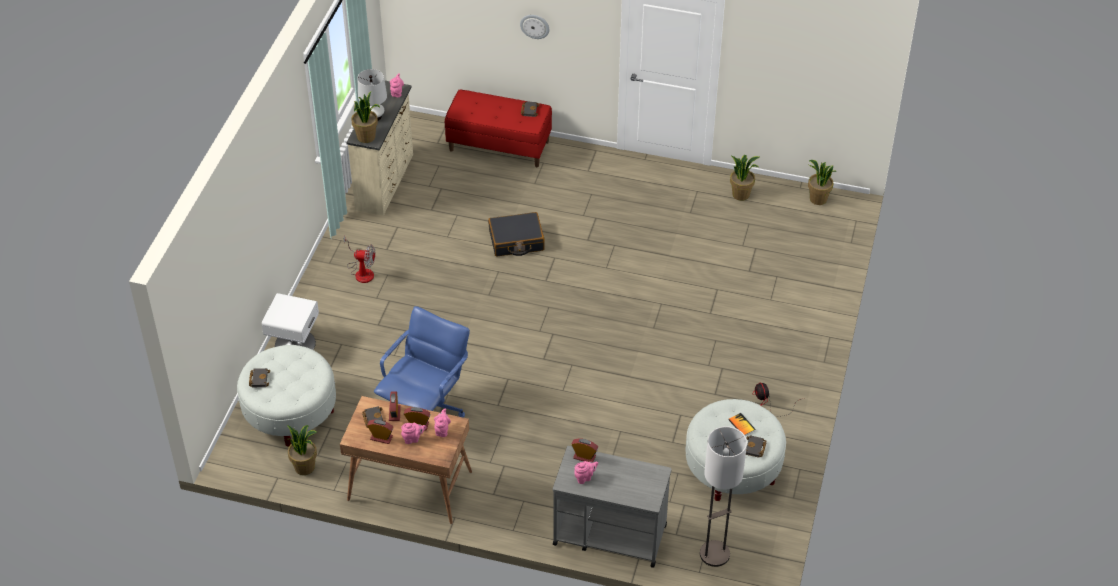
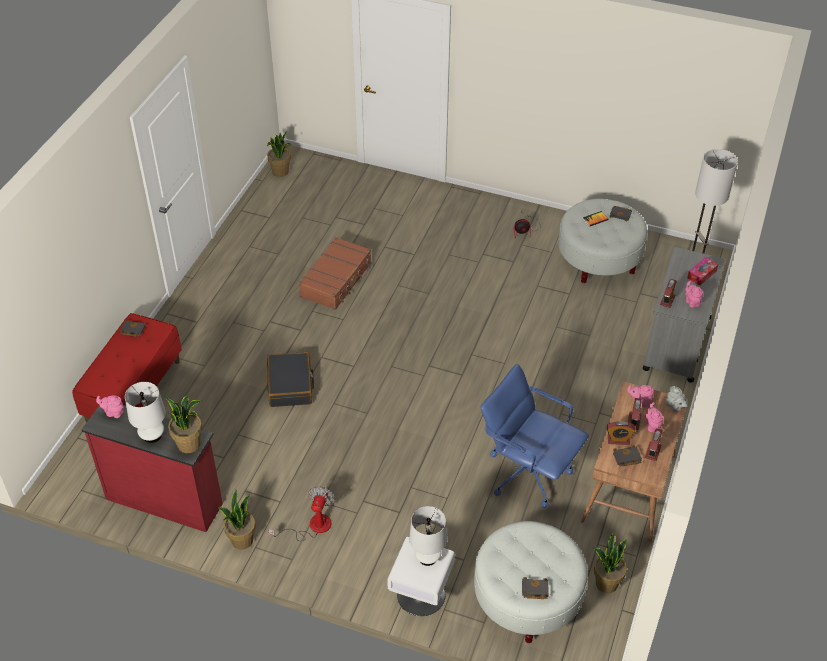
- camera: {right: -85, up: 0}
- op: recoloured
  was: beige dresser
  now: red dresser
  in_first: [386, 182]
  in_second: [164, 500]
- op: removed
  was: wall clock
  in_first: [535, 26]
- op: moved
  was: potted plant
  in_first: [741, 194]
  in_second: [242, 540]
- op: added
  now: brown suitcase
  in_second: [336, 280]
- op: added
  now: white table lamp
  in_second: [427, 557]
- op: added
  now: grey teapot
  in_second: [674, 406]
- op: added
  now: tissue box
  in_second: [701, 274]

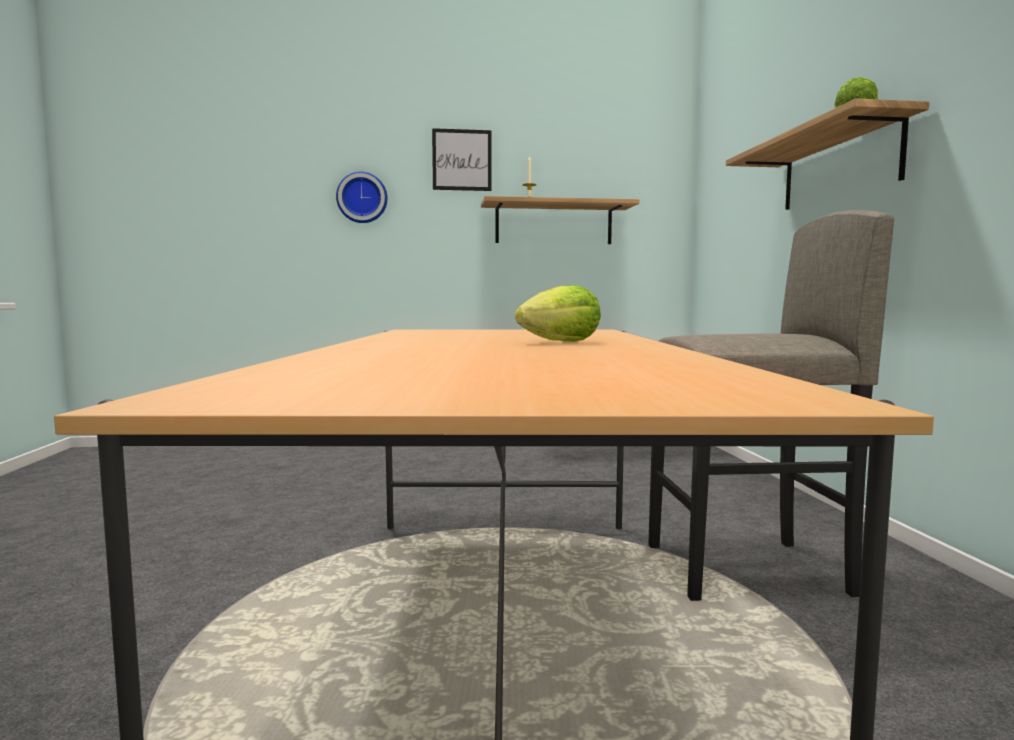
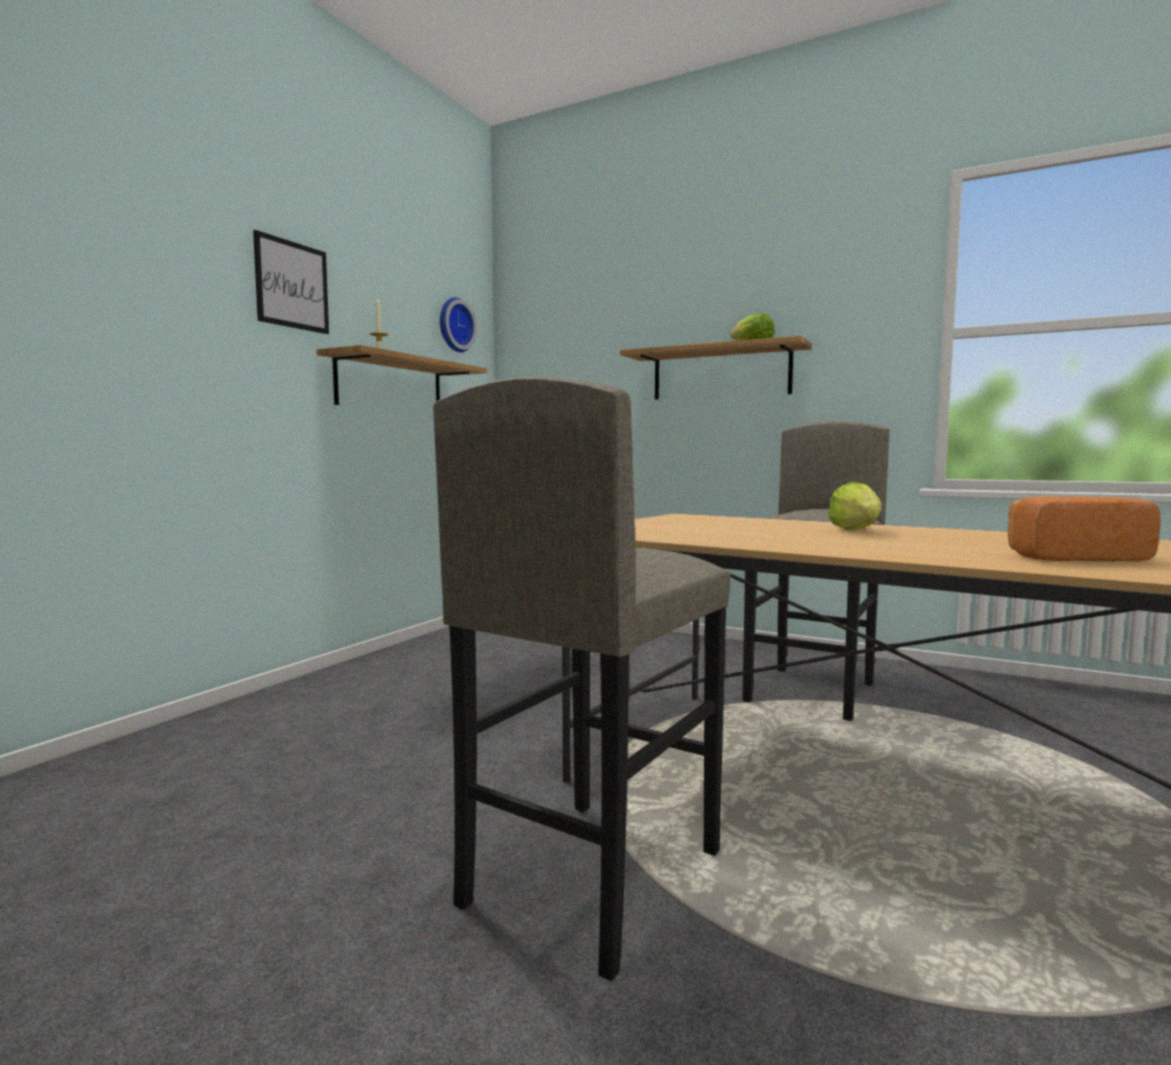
- camera: {right: -55, up: 0}
- op: moved
  was: wall clock
  in_first: [362, 198]
  in_second: [454, 325]
- op: added
  now: grey stool
  in_second: [591, 877]
- op: added
  now: bread
  in_second: [1072, 557]

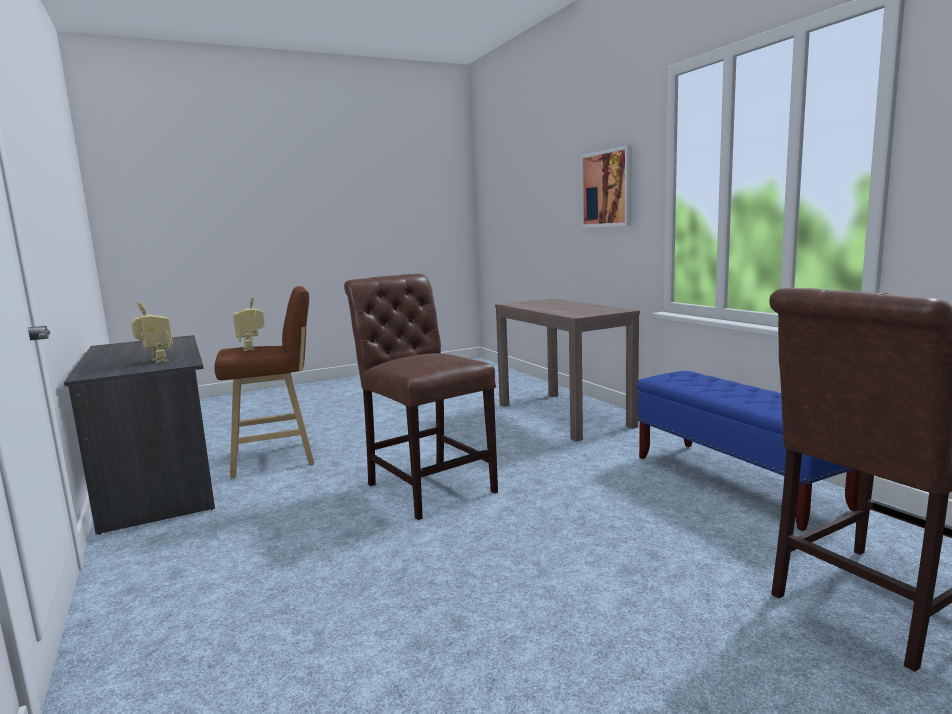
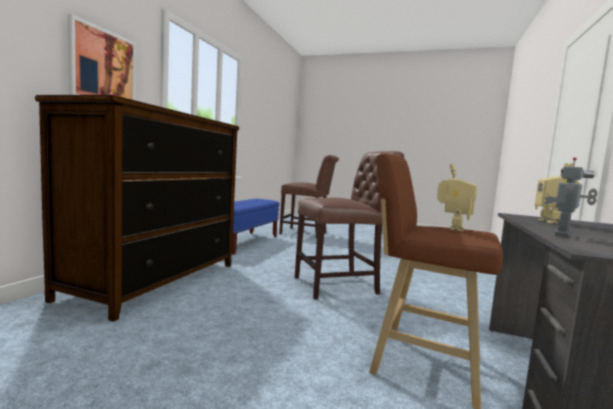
- camera: {right: -135, up: -5}
- op: turned
  was: brown chair
  in_first: [427, 485]
  in_second: [340, 285]
  clockwise: -120
- op: replaced
  was: brown console table
  now: dresser
  in_first: [564, 415]
  in_second: [155, 280]
- op: added
  now: toy robot
  in_second: [564, 235]

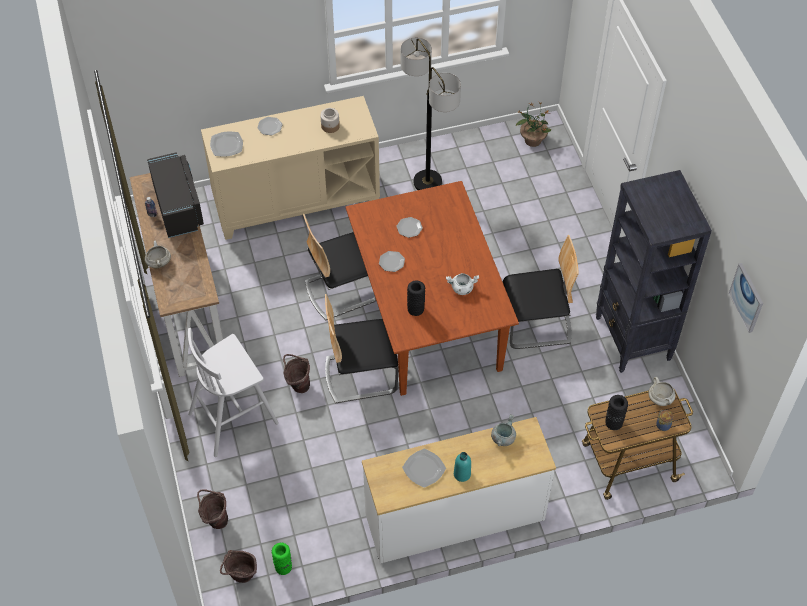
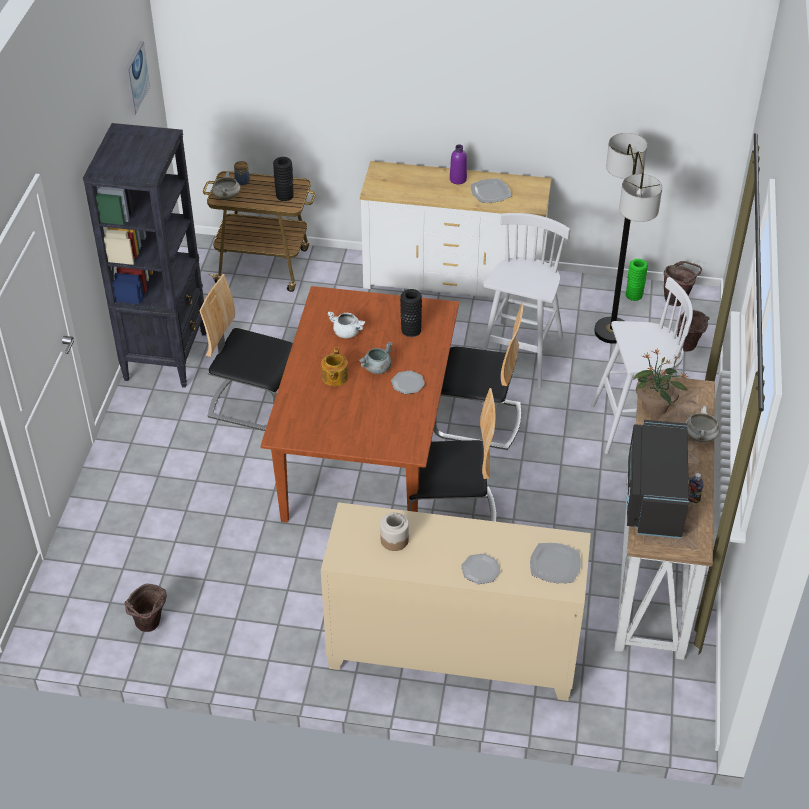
- camera: {right: -155, up: -10}
- op: moved
  was: brown bucket
  in_first: [298, 385]
  in_second: [150, 626]
- op: removed
  was: plate
  in_first: [409, 228]
- op: moved
  was: floor lamp
  in_first: [427, 182]
  in_second: [612, 331]
- op: recoloured
  was: turquoise bottle
  now: purple bottle
  in_first: [462, 474]
  in_second: [458, 179]
- op: moved
  was: grey cooking pot
  in_first: [503, 438]
  in_second: [377, 368]
- op: moved
  was: potted plant
  in_first: [532, 140]
  in_second: [655, 407]
- op: added
  now: teapot
  in_second: [334, 377]
- op: added
  now: white stool
  in_second: [520, 356]

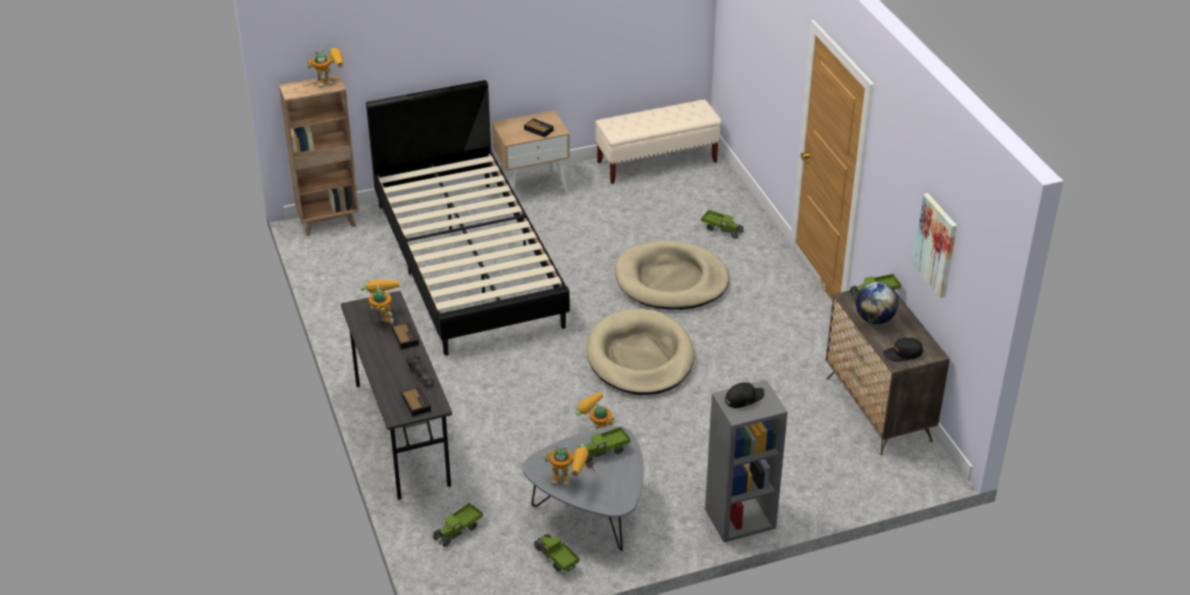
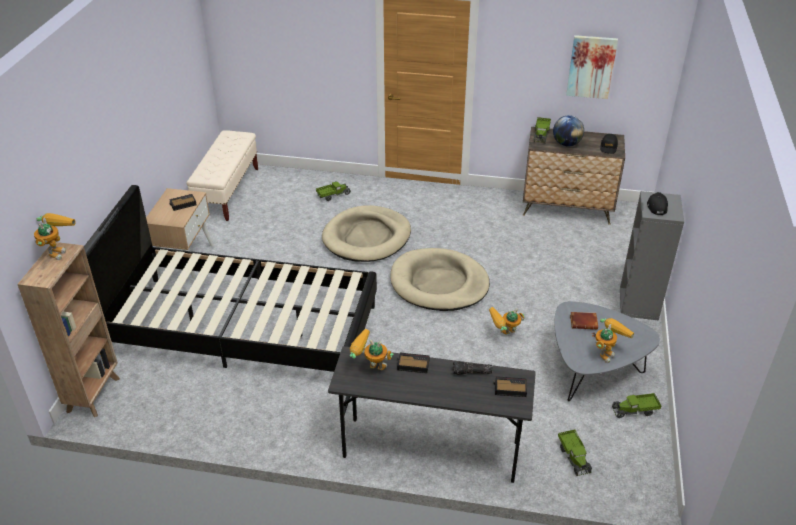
- camera: {right: -60, up: 0}
- op: replaced
  was: toy truck
  now: brown book
  in_first: [603, 451]
  in_second: [584, 322]

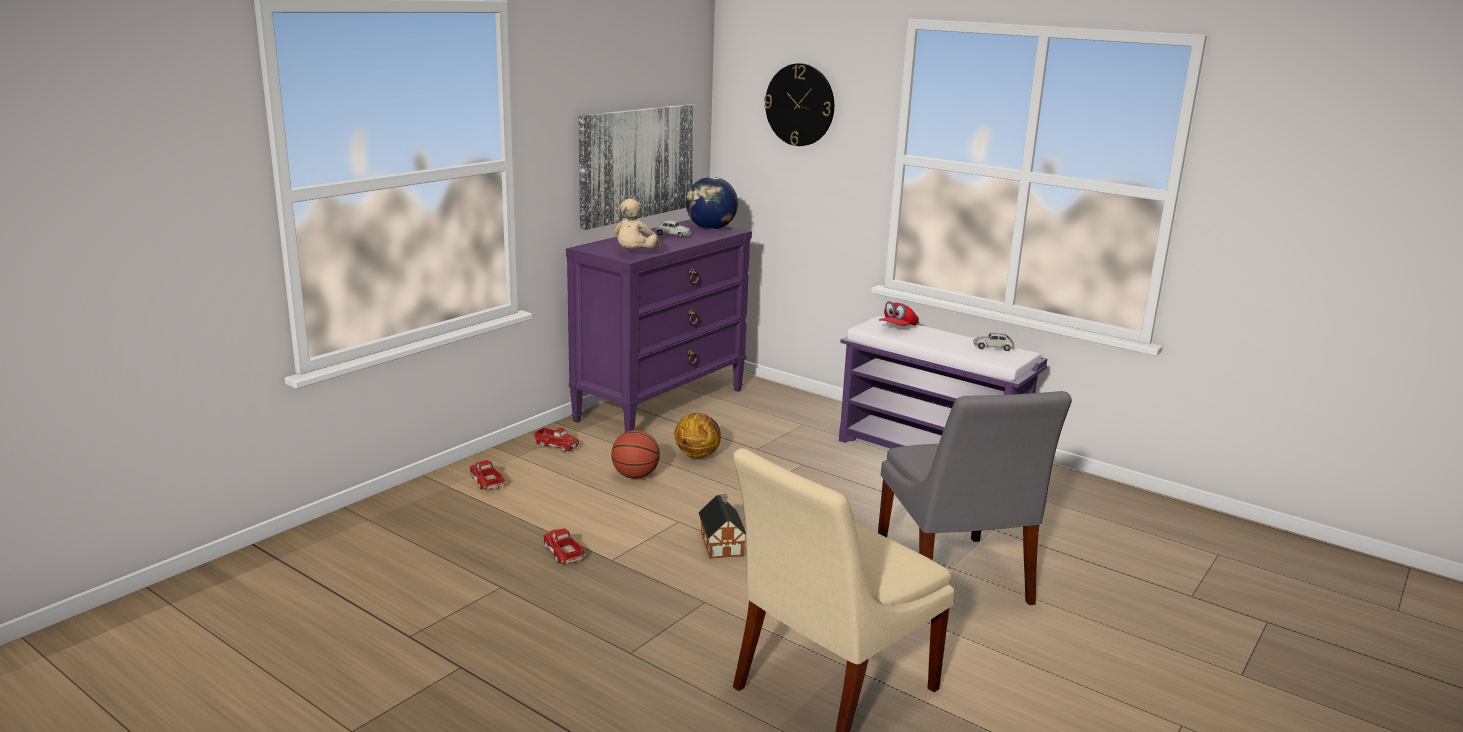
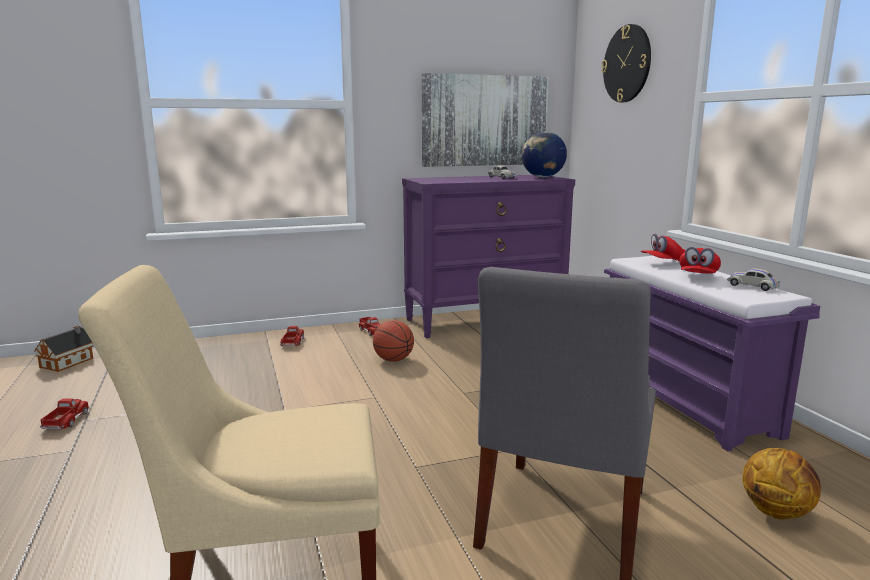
- camera: {right: 35, up: -5}
- op: moved
  was: toy truck
  in_first: [563, 553]
  in_second: [66, 421]
- op: removed
  was: beige plush toy
  in_first: [634, 254]
- op: moved
  was: basketball
  in_first: [697, 455]
  in_second: [776, 511]
- op: moved
  was: toy house
  in_first: [722, 543]
  in_second: [69, 362]
- op: added
  now: red cap
  in_second: [697, 277]

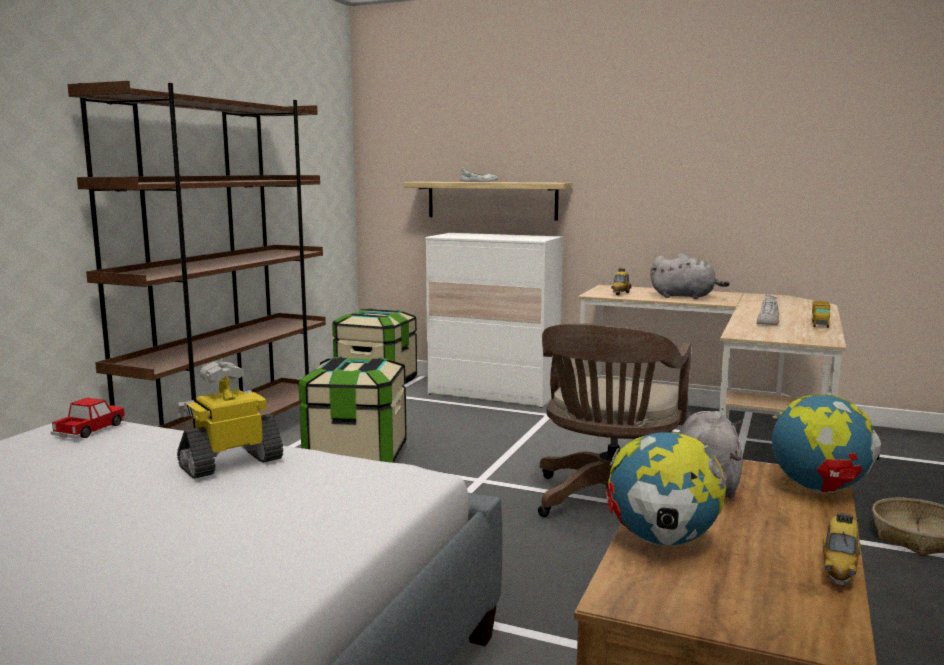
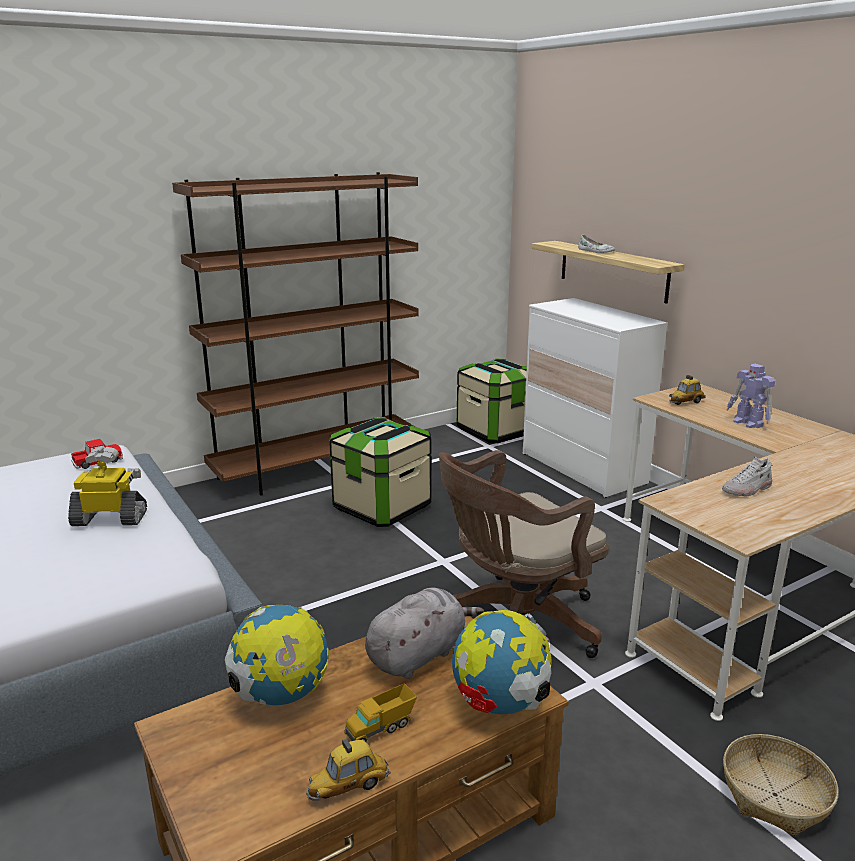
- camera: {right: 35, up: 10}
- op: replaced
  was: grey plush toy
  now: toy robot
  in_first: [685, 297]
  in_second: [748, 423]
- op: moved
  was: toy truck
  in_first: [820, 324]
  in_second: [381, 729]

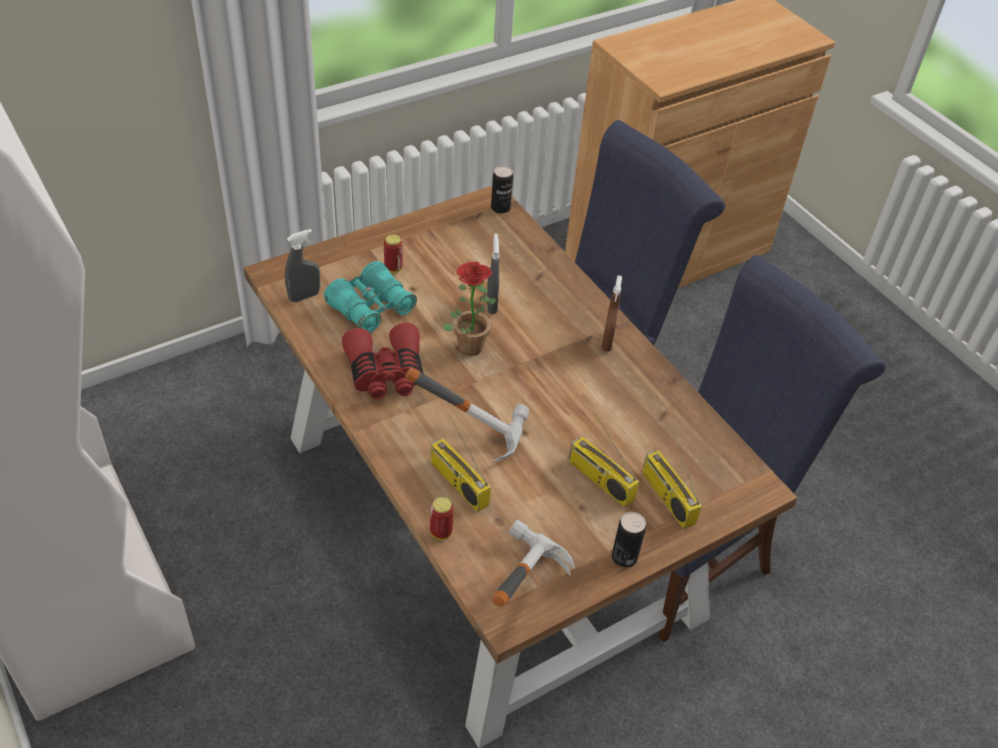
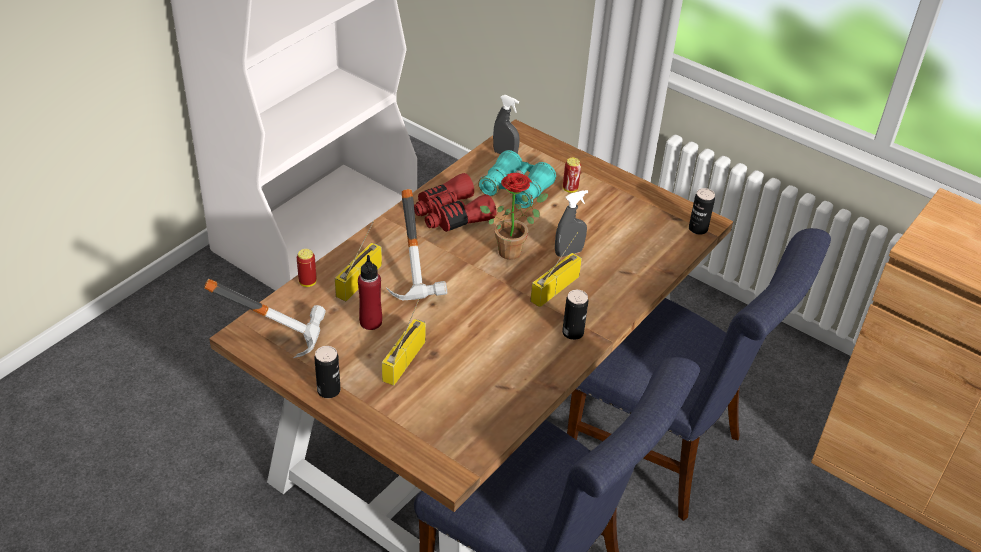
- camera: {right: 70, up: -5}
- op: replaced
  was: brown spray bottle
  now: can
  in_first: [607, 342]
  in_second: [572, 333]
- op: moved
  was: radio
  in_first: [666, 497]
  in_second: [555, 287]
- op: added
  now: red bottle
  in_second: [370, 322]

